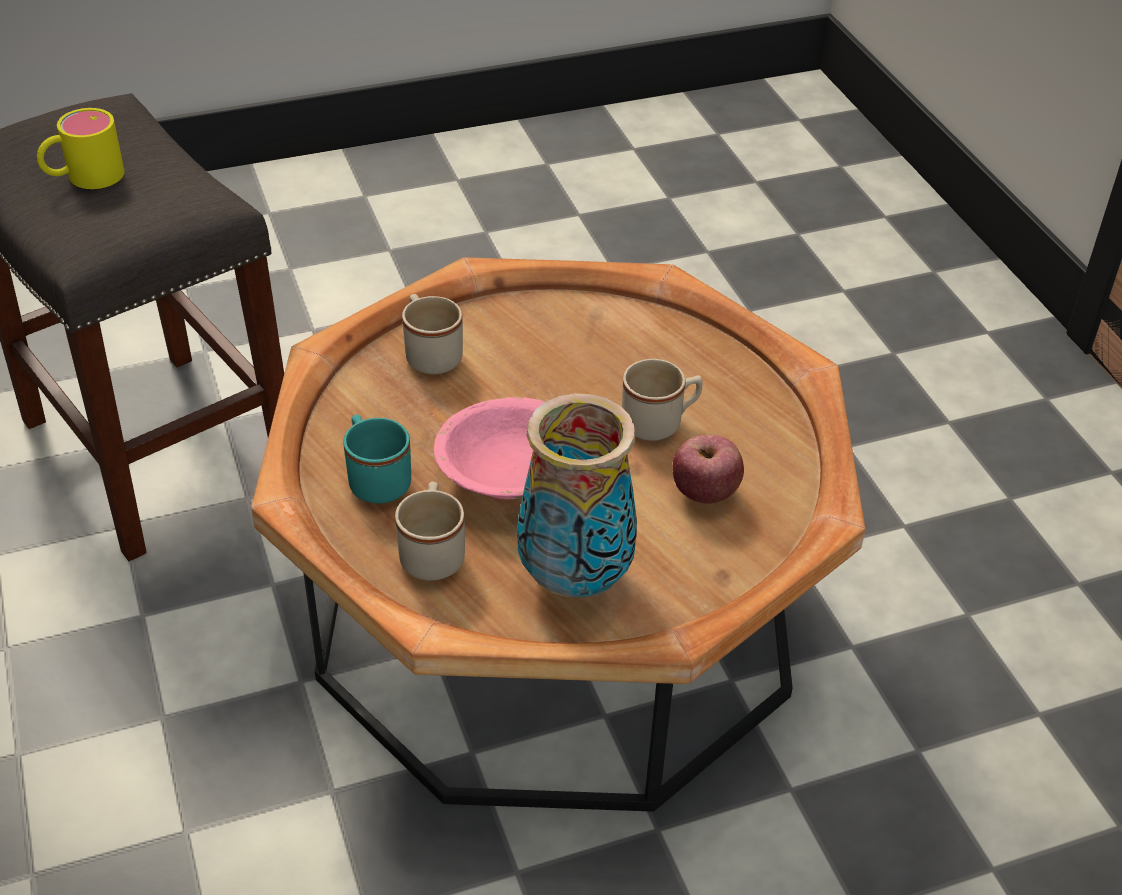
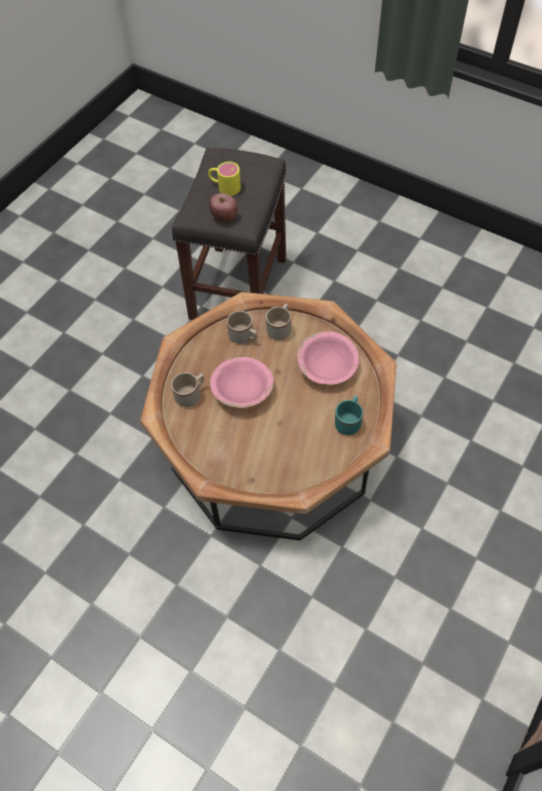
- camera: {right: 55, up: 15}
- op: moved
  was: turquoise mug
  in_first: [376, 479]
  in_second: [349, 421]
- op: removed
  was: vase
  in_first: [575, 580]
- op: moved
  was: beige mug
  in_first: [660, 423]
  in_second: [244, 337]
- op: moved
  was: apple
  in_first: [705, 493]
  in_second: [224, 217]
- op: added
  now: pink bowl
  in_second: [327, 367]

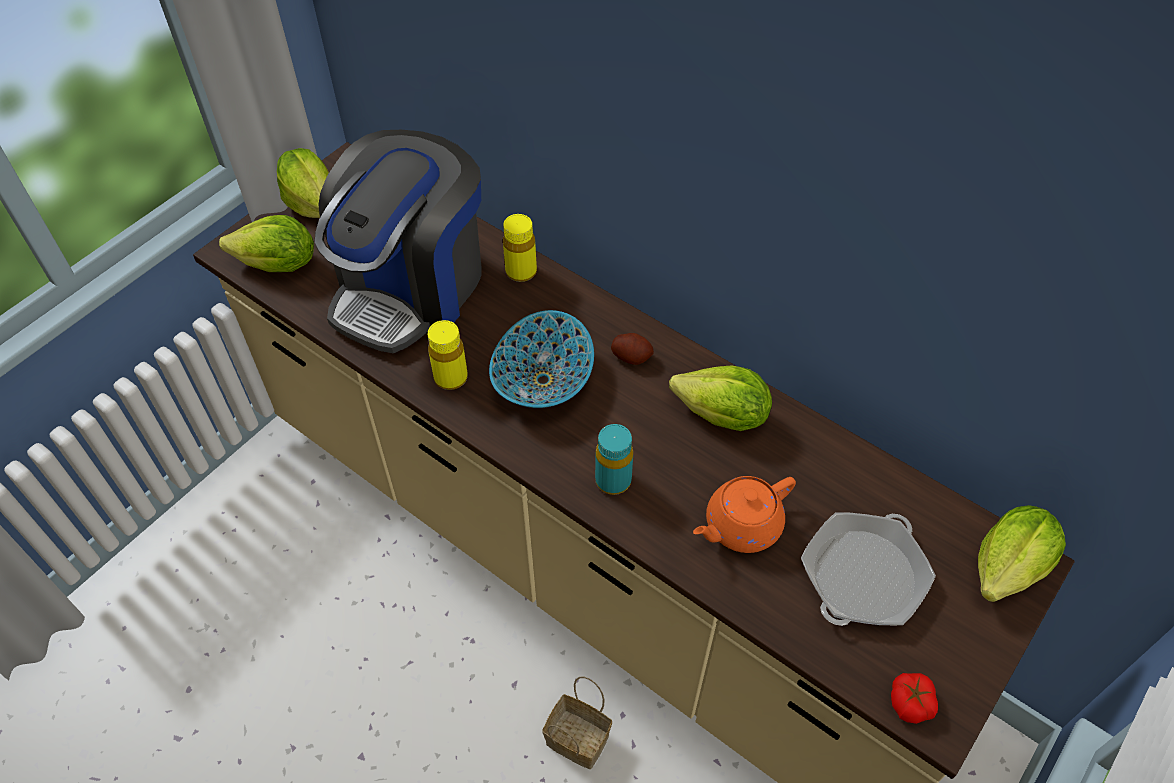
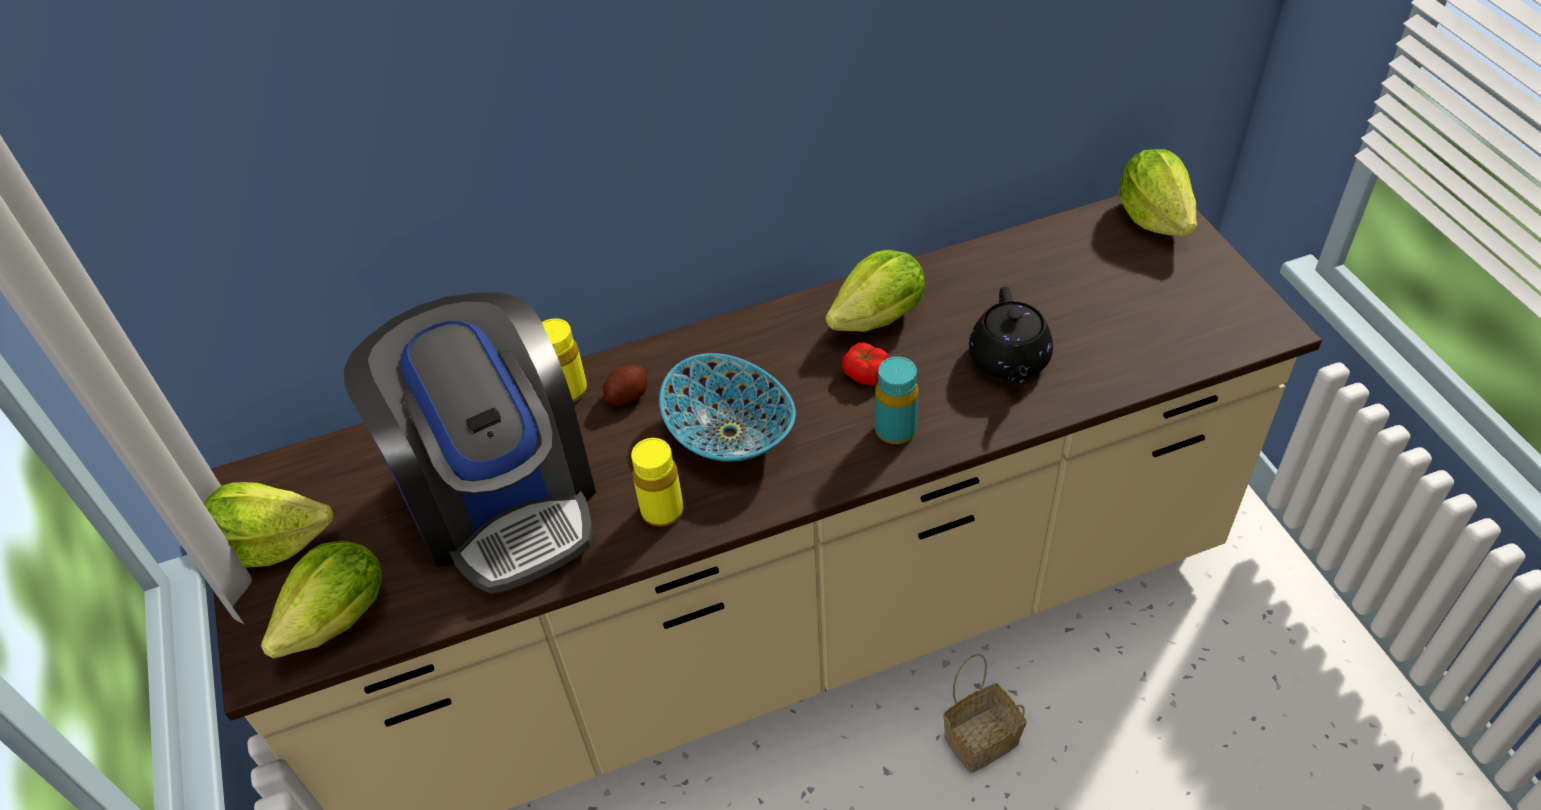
- camera: {right: -55, up: -5}
- op: moved
  was: potato
  in_first: [631, 356]
  in_second: [627, 395]
- op: recoloured
  was: orange teapot
  now: black teapot
  in_first: [741, 526]
  in_second: [1009, 360]
- op: removed
  was: frying pan
  in_first: [863, 576]
- op: moved
  was: tomato
  in_first: [910, 702]
  in_second: [866, 373]

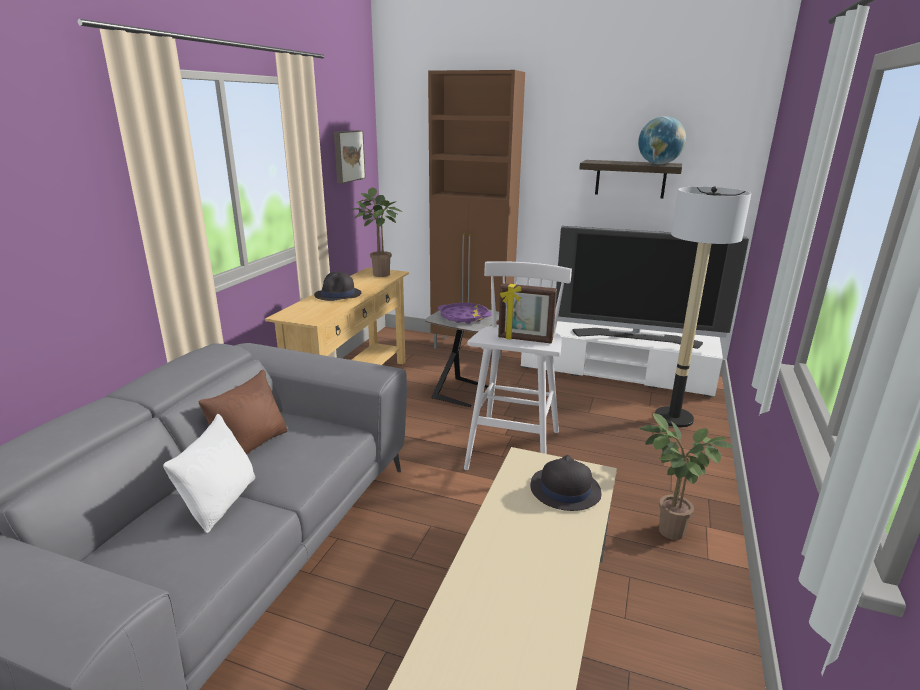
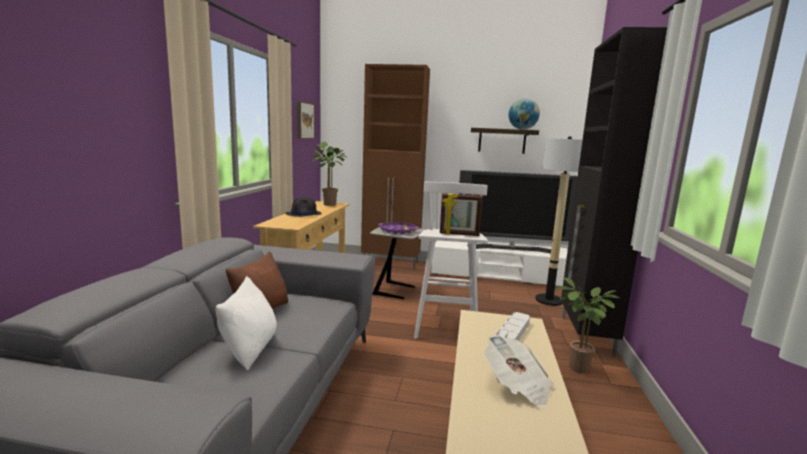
- camera: {right: -10, up: -10}
- op: replaced
  was: black hat
  now: grey tray
  in_first: [564, 489]
  in_second: [513, 332]
- op: added
  now: newspaper
  in_second: [517, 386]
- op: added
  now: black cabinet
  in_second: [585, 335]

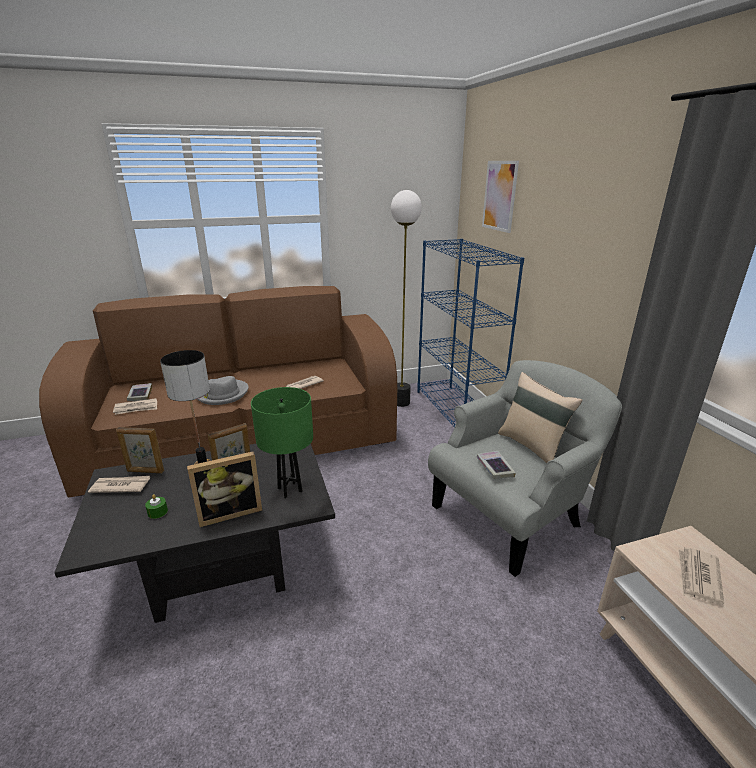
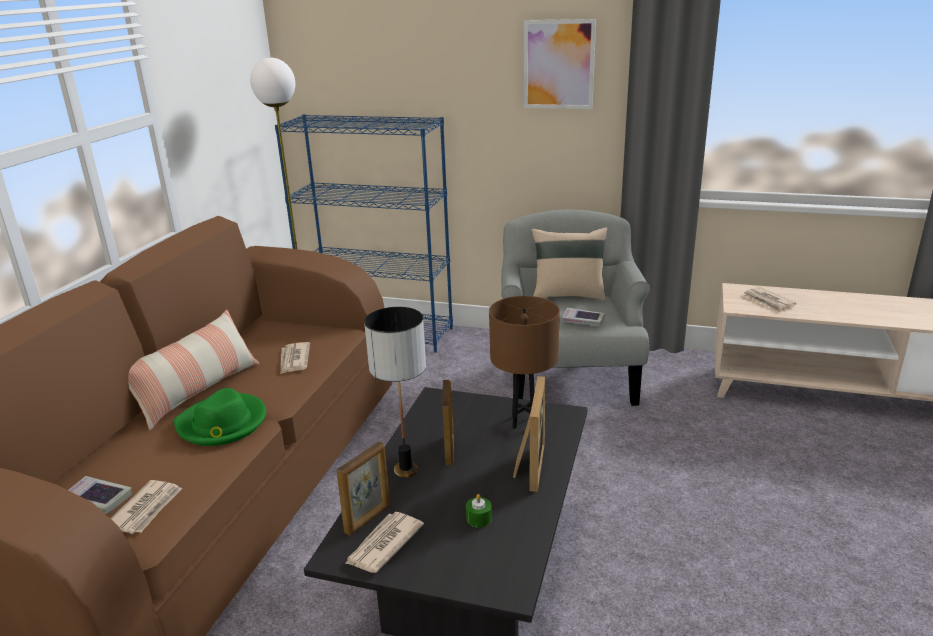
- camera: {right: -55, up: 0}
- op: recoloured
  was: grey hat
  now: green hat
  in_first: [221, 394]
  in_second: [222, 424]
- op: recoloured
  was: green table lamp
  now: brown table lamp
  in_first: [289, 490]
  in_second: [524, 422]
- op: moved
  was: picture
  in_first: [499, 196]
  in_second: [558, 64]
- op: added
  now: pillow
  in_second: [197, 391]

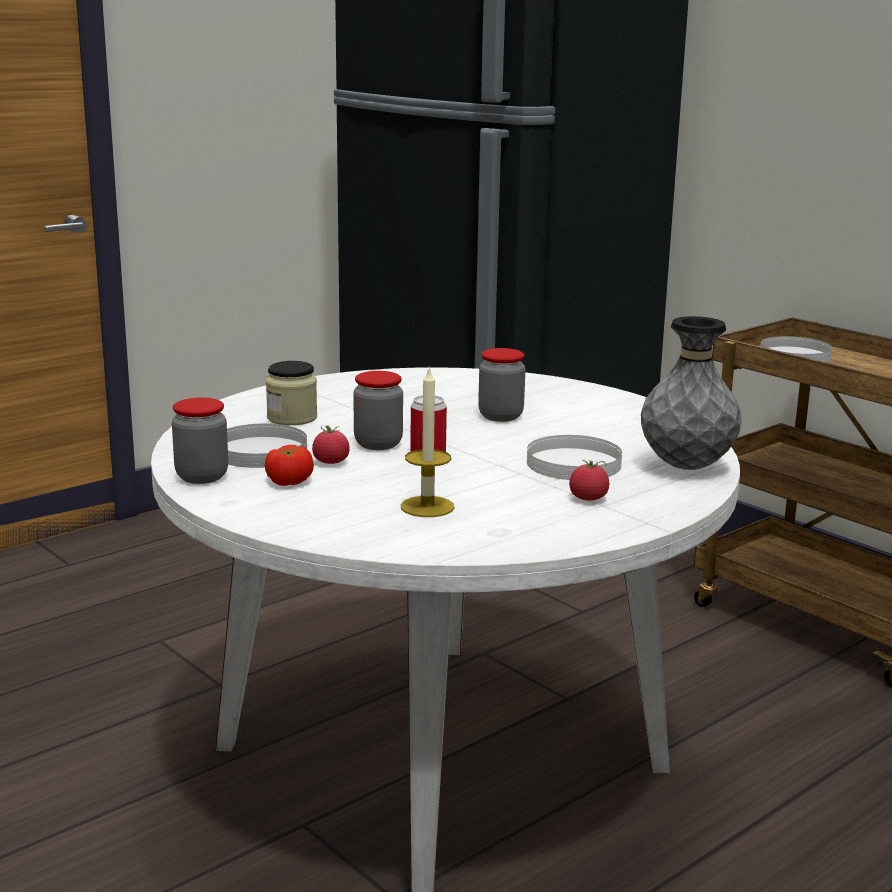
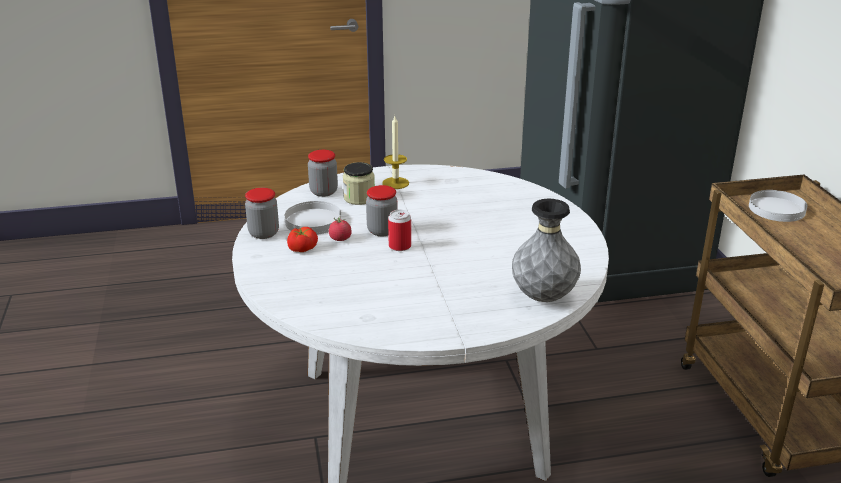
- camera: {right: 30, up: 10}
- op: moved
  was: candle
  in_first: [427, 507]
  in_second: [395, 183]
- op: moved
  was: jar
  in_first: [500, 416]
  in_second: [323, 192]
- op: removed
  was: white plate
  in_first: [572, 463]
- op: removed
  was: tomato
  in_first: [588, 498]

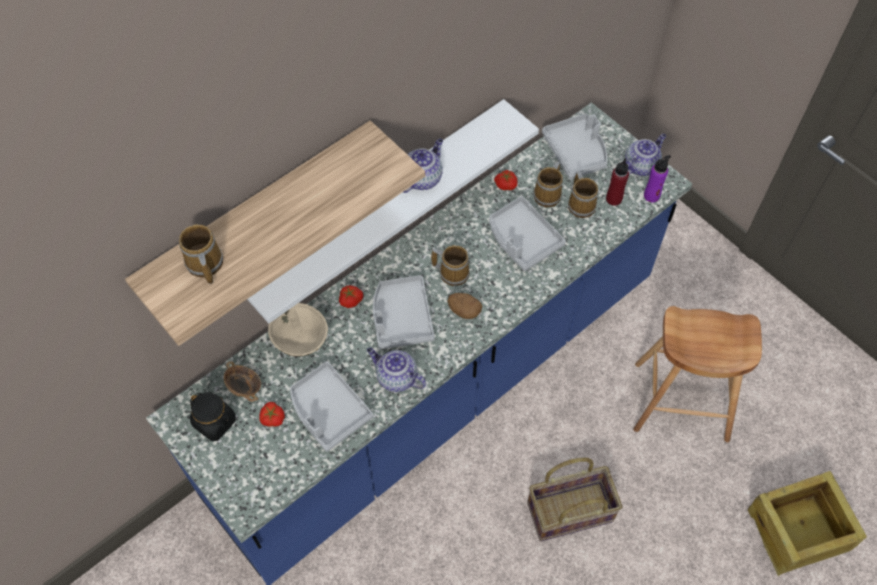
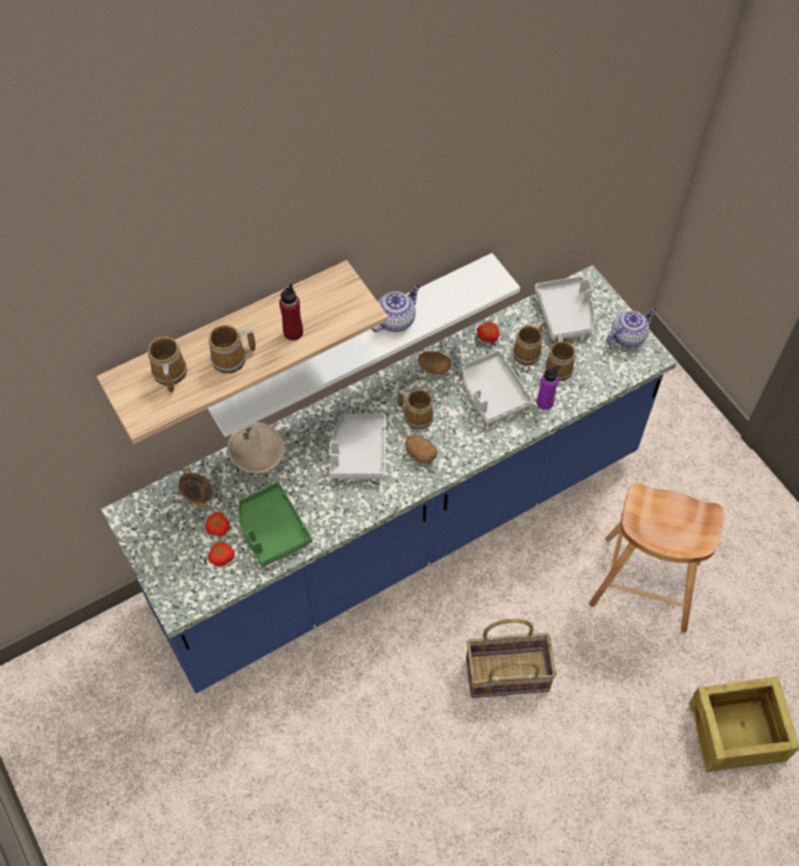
- camera: {right: 10, up: 0}
- op: removed
  was: black jar
  in_first: [215, 422]
- op: recoloured
  was: grey tray
  now: green tray
  in_first: [328, 411]
  in_second: [271, 529]
- op: moved
  was: tomato
  in_first: [350, 300]
  in_second: [221, 557]
- op: removed
  was: teapot
  in_first: [396, 377]
- op: moved
  was: red bottle
  in_first: [613, 199]
  in_second: [293, 332]
- op: moved
  was: purple bottle
  in_first: [651, 196]
  in_second: [545, 402]
- op: added
  now: mug
  in_second: [232, 359]
- op: added
  now: potato
  in_second: [434, 368]

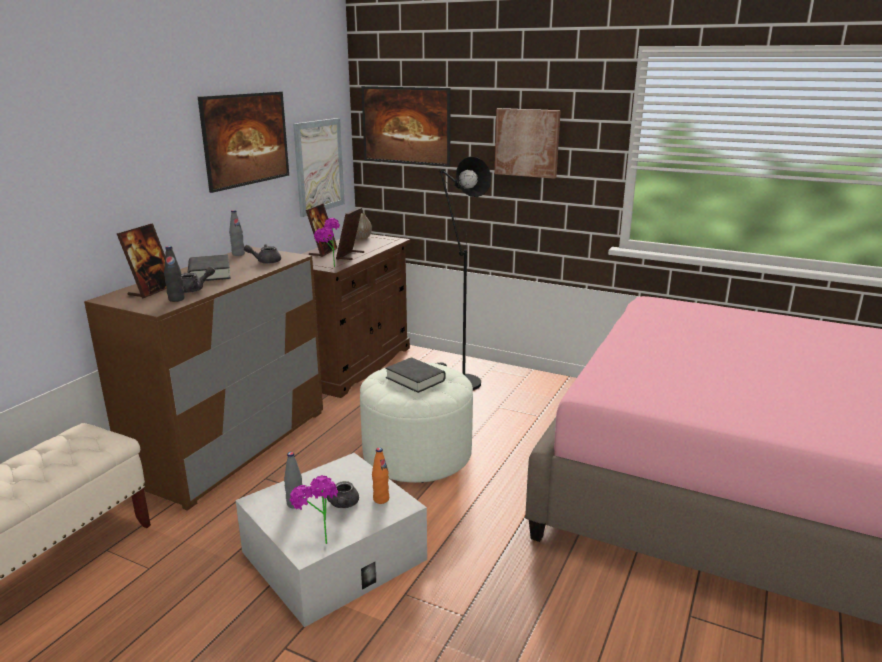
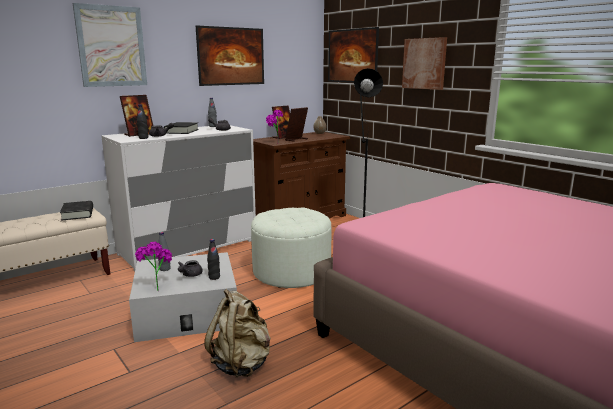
- camera: {right: 25, up: -5}
- op: recoloured
  was: brown dresser
  now: white dresser
  in_first: [232, 446]
  in_second: [188, 247]
- op: moved
  was: picture
  in_first: [319, 166]
  in_second: [111, 46]
- op: recoloured
  was: orange bottle
  now: black bottle
  in_first: [381, 499]
  in_second: [214, 277]
- op: moved
  was: black book
  in_first: [415, 379]
  in_second: [78, 214]
- op: added
  now: beige backpack
  in_second: [241, 364]

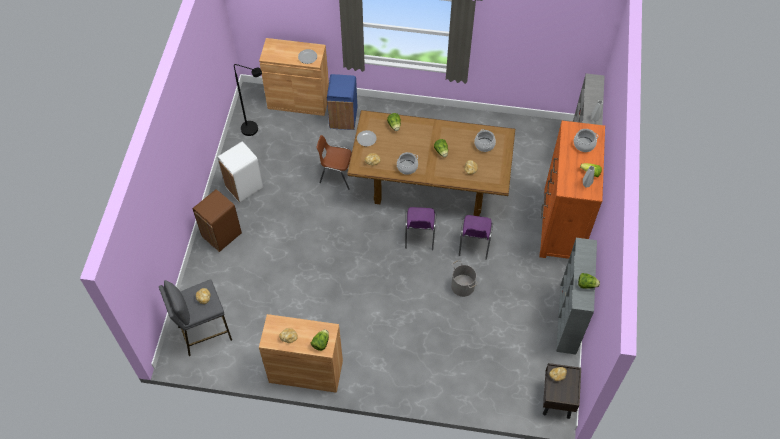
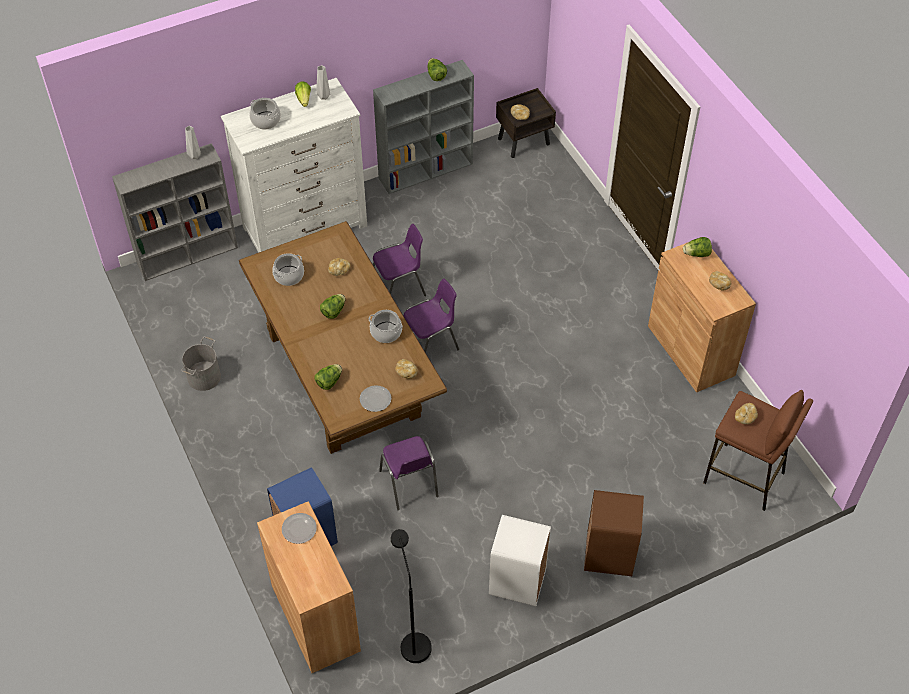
- camera: {right: -125, up: -5}
- op: recoloured
  was: grey stool
  now: brown stool
  in_first: [204, 332]
  in_second: [744, 477]
- op: recoloured
  was: brown chair
  now: purple chair
  in_first: [337, 175]
  in_second: [409, 485]
- op: moved
  was: grey bucket
  in_first: [463, 286]
  in_second: [203, 377]
- op: recoloured
  was: orange dresser
  now: white dresser
  in_first: [561, 224]
  in_second: [305, 226]

